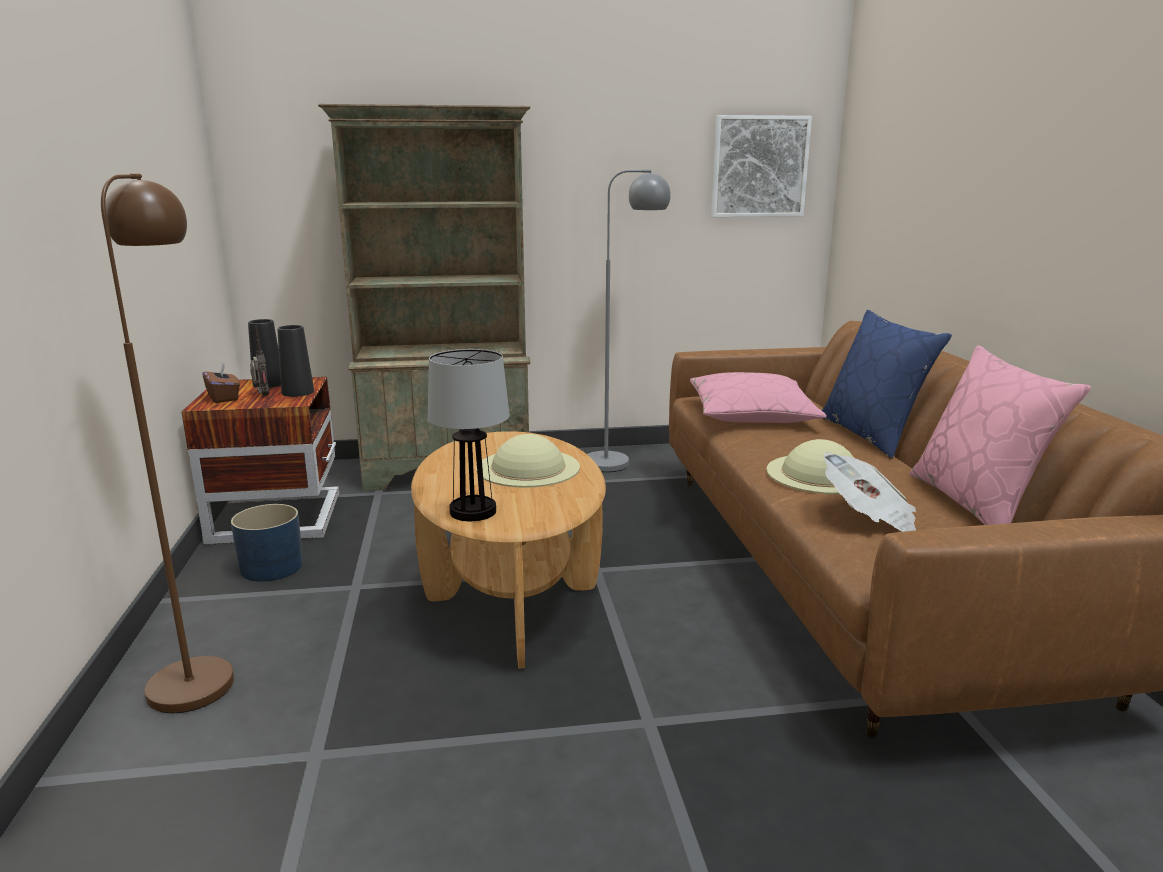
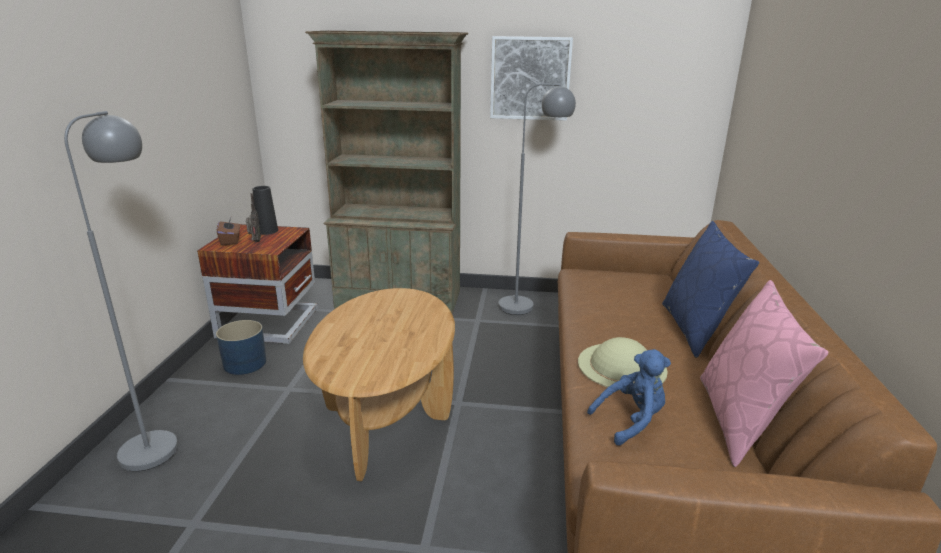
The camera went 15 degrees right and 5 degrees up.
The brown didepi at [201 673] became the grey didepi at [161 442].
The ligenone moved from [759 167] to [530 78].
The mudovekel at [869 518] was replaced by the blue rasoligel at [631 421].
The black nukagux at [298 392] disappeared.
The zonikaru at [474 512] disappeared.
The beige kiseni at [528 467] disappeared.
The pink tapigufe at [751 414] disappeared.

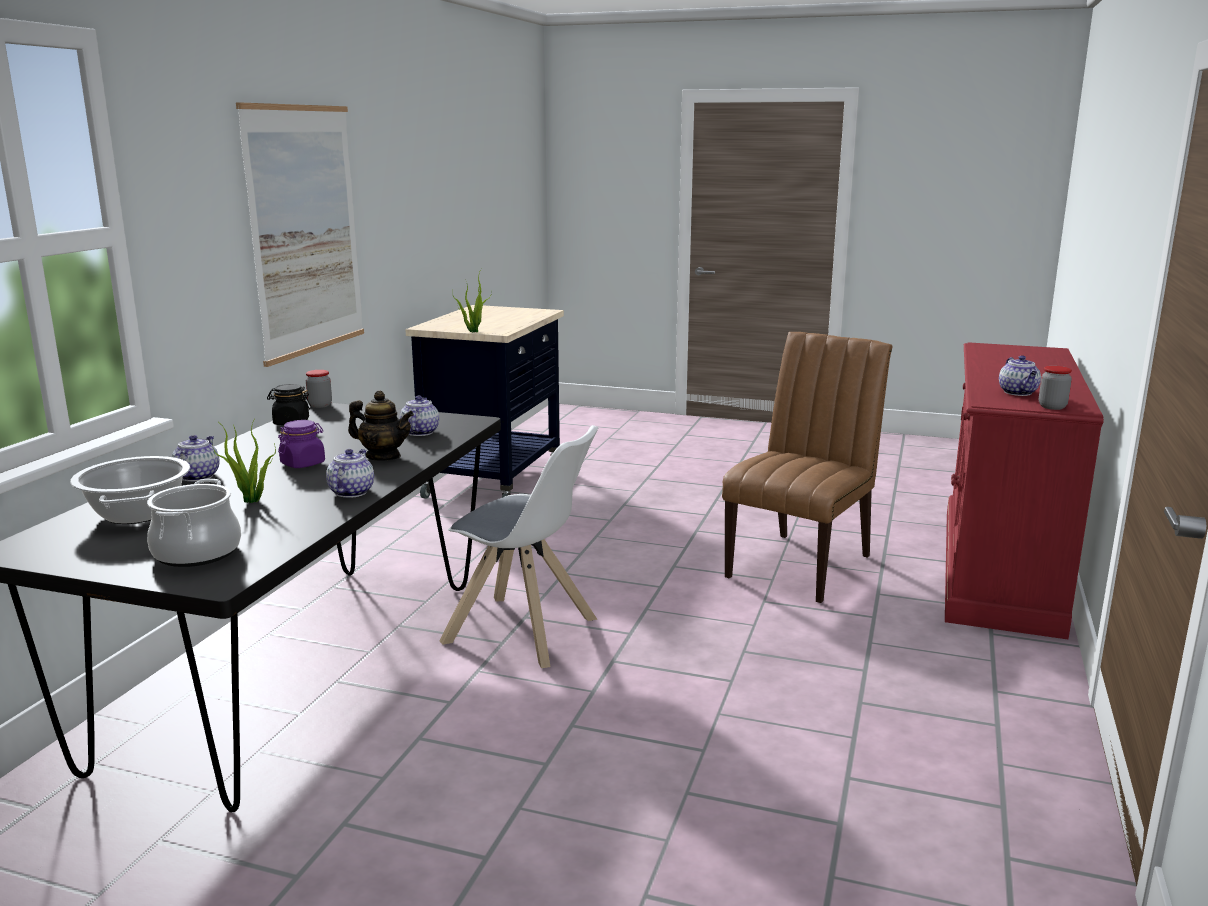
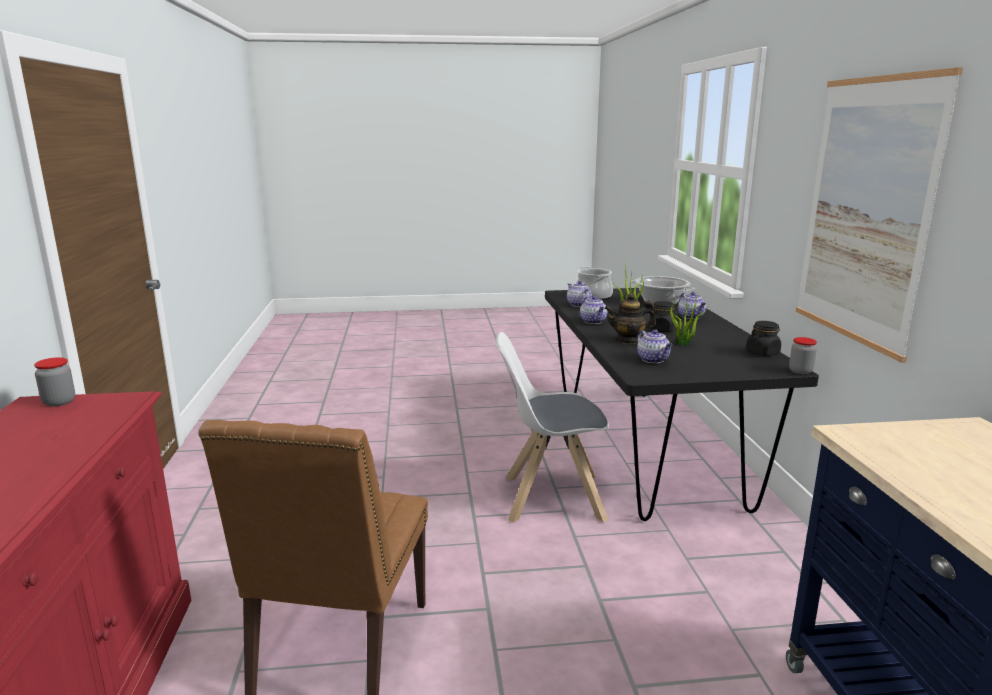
The camera went 155 degrees right and 0 degrees up.
The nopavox moved from [1018 393] to [578 304].
The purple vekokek at [303 463] became the black vekokek at [661 330].
The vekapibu moved from [473 331] to [683 344].

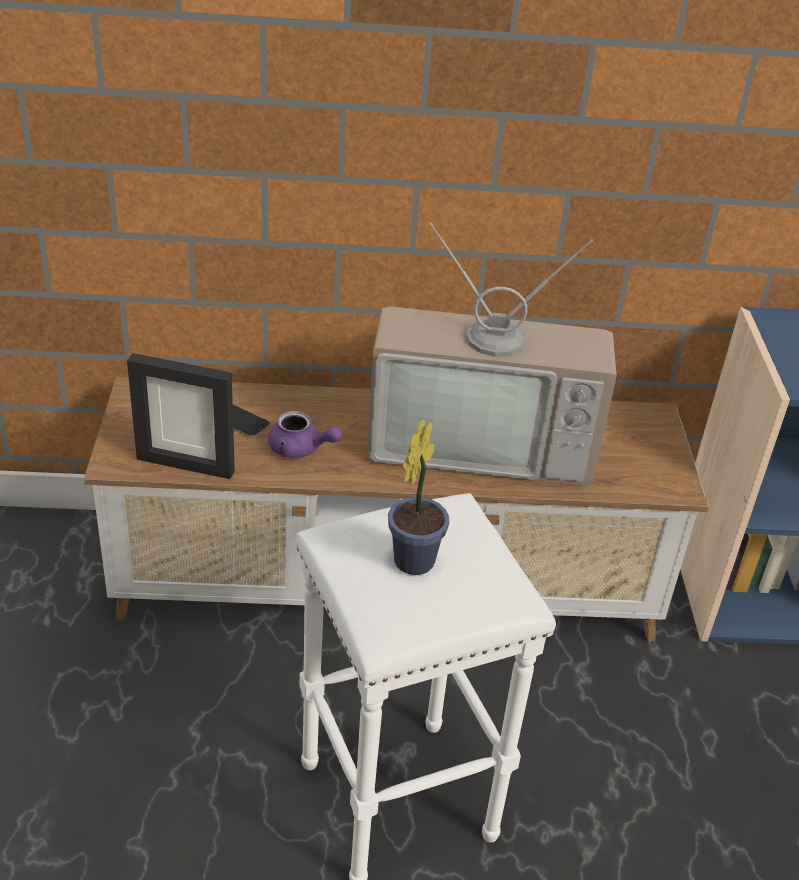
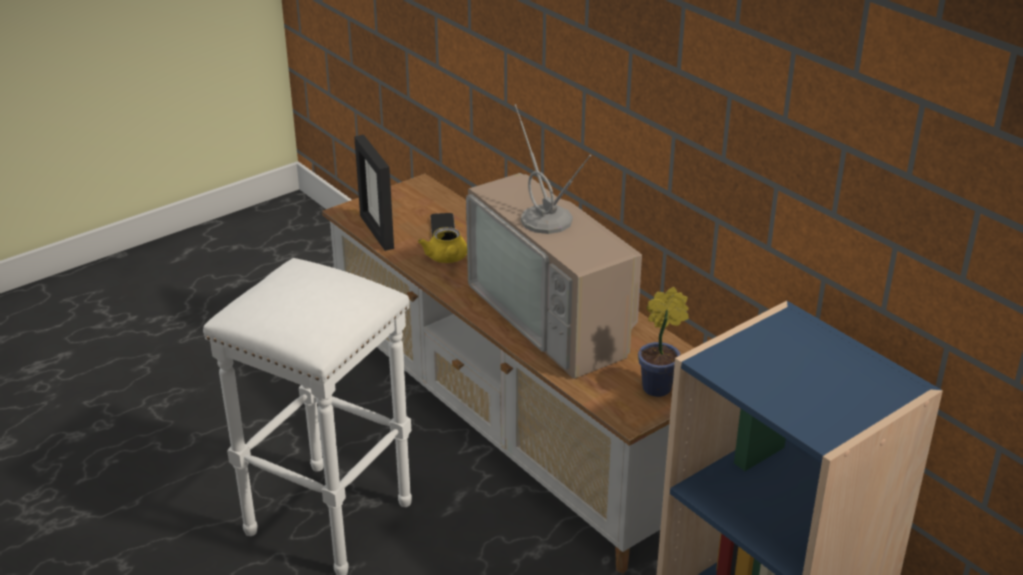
The camera went 55 degrees right and 5 degrees down.
The purple nopavox at [300 449] became the yellow nopavox at [447 259].
The vekapibu moved from [416 557] to [660 388].

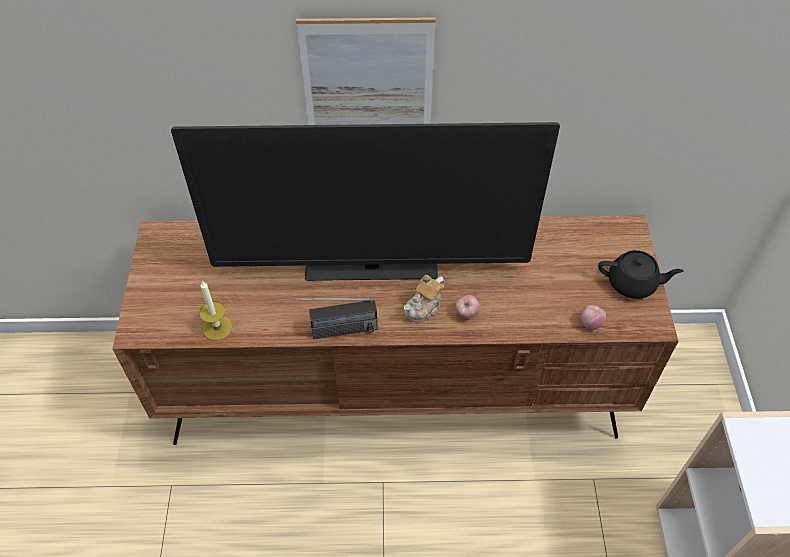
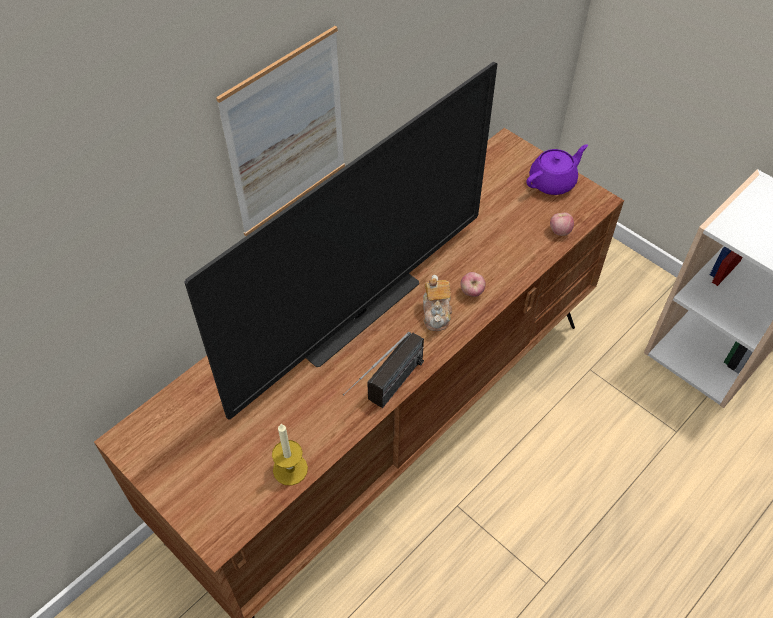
The camera went 45 degrees left and 0 degrees up.
The black nopavox at [632 283] became the purple nopavox at [553 182].

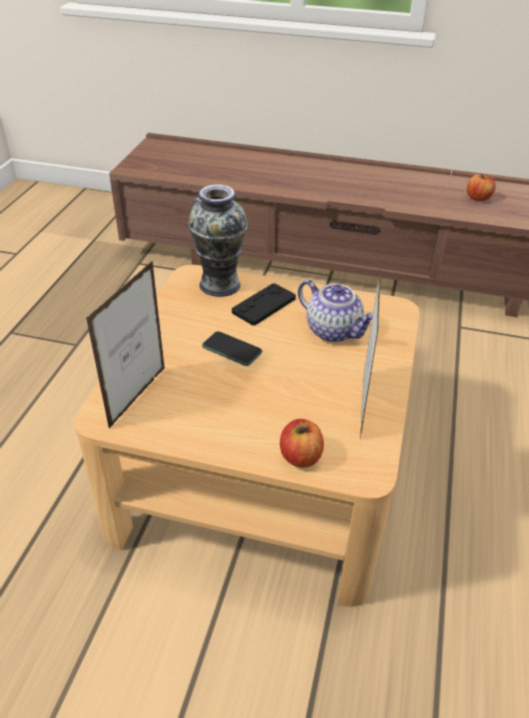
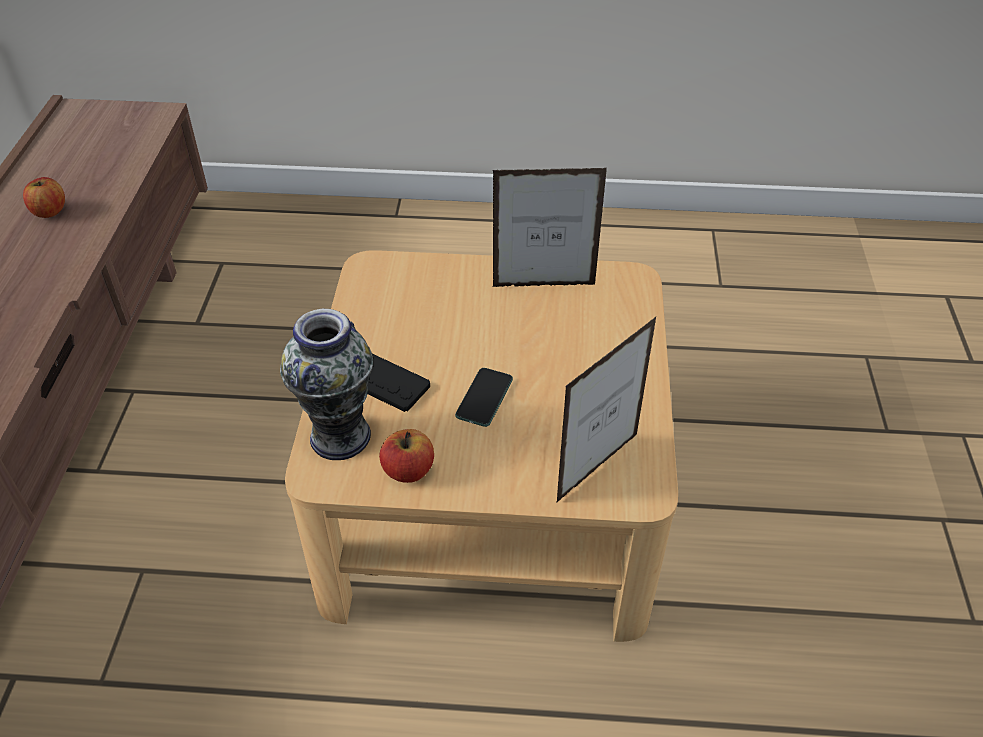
The camera went 100 degrees left and 5 degrees up.
The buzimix moved from [300 456] to [408 470].
The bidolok at [138 396] turned 60 degrees counterclockwise.
The nopavox at [334 330] disappeared.

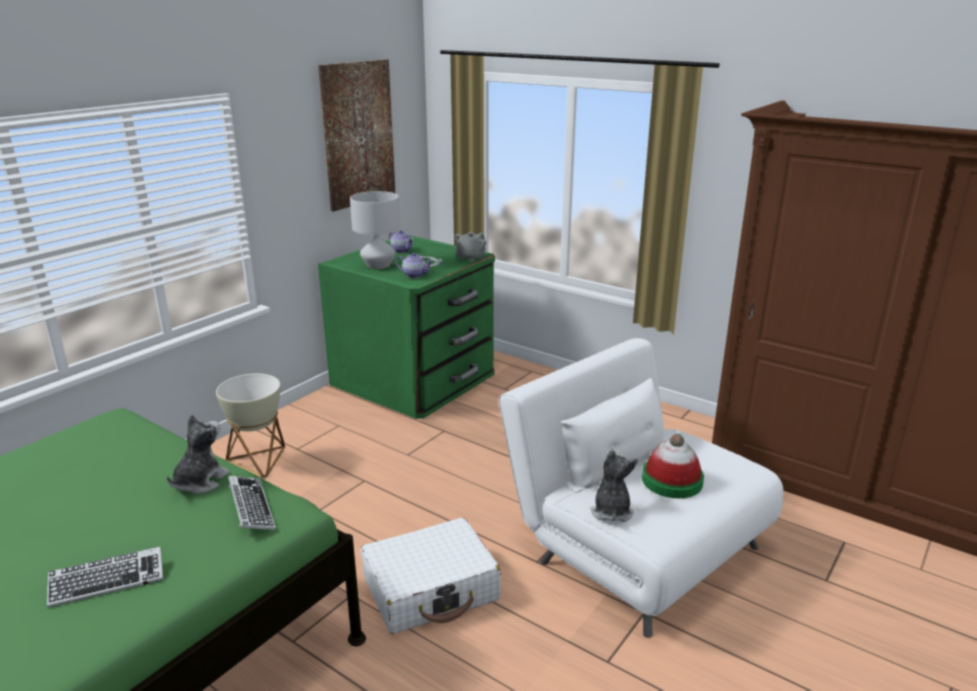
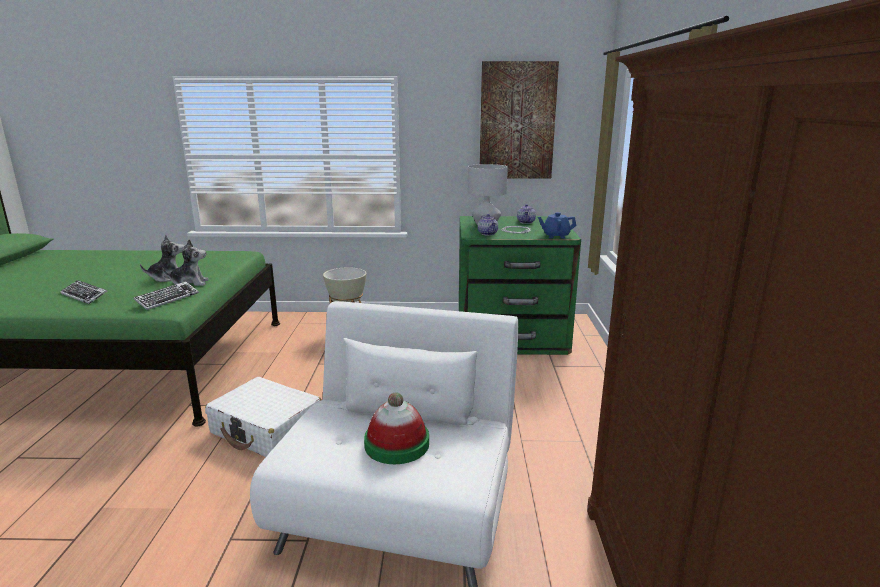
The camera went 55 degrees right and 5 degrees down.
The rasoligel moved from [611 511] to [168 278].
The grey nopavox at [470 257] became the blue nopavox at [556 236].

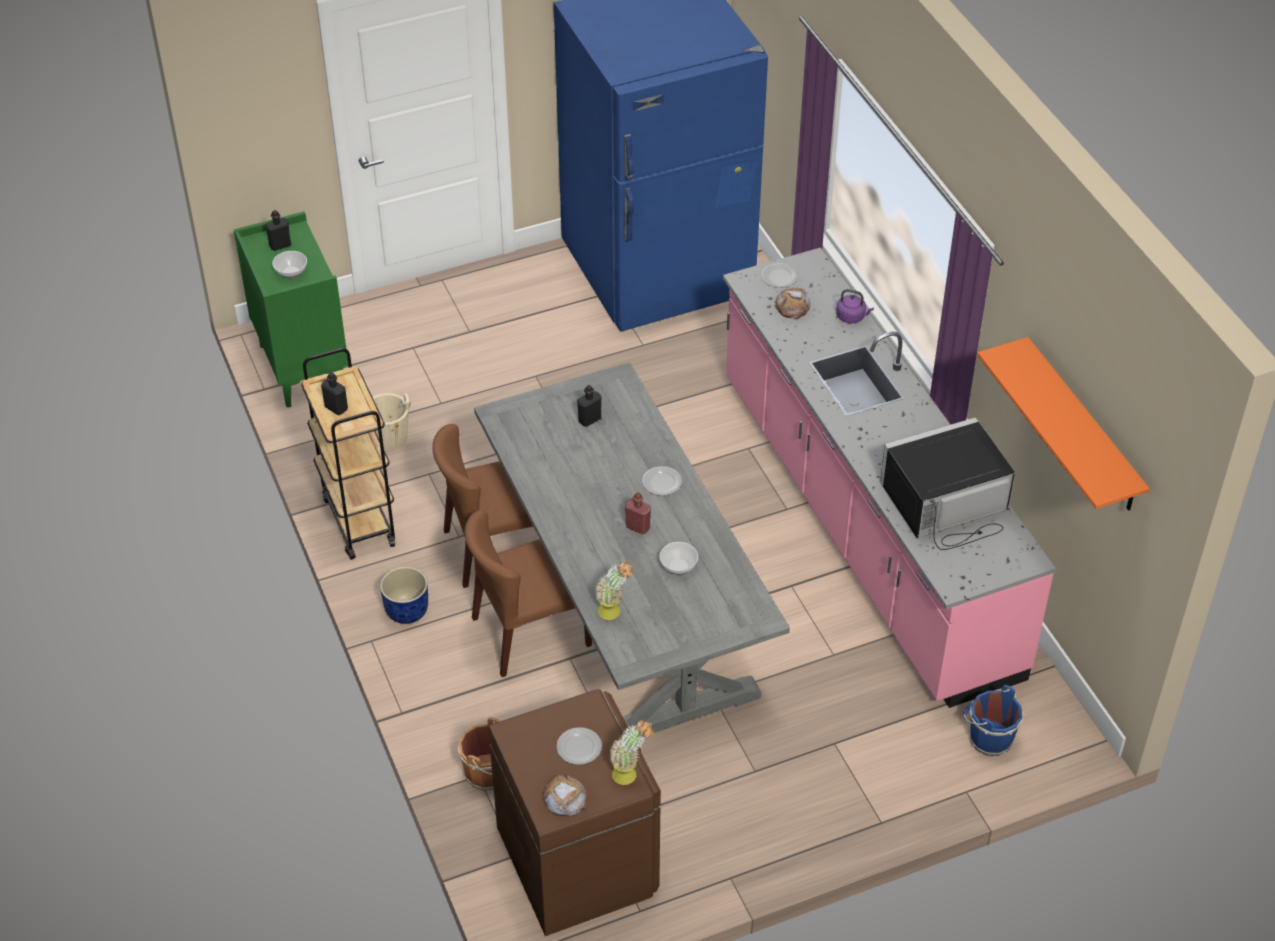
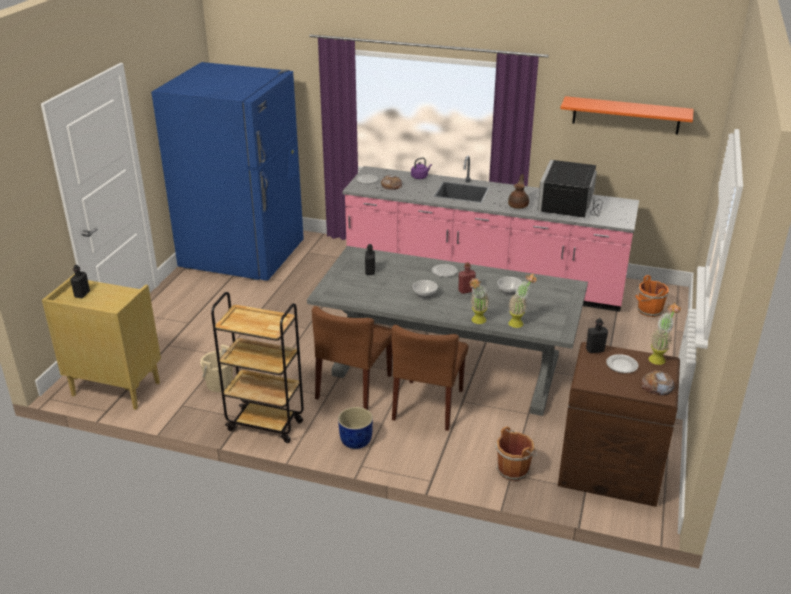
The camera went 50 degrees left and 15 degrees down.
The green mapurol at [302 367] became the beige mapurol at [115 388].
The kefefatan moved from [290 272] to [424 295].
The vekapibu at [477 322] appeared.
The brown nopavox at [518 205] appeared.
The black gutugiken moved from [336 408] to [595 350].
The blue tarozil at [988 738] became the orange tarozil at [648 311].

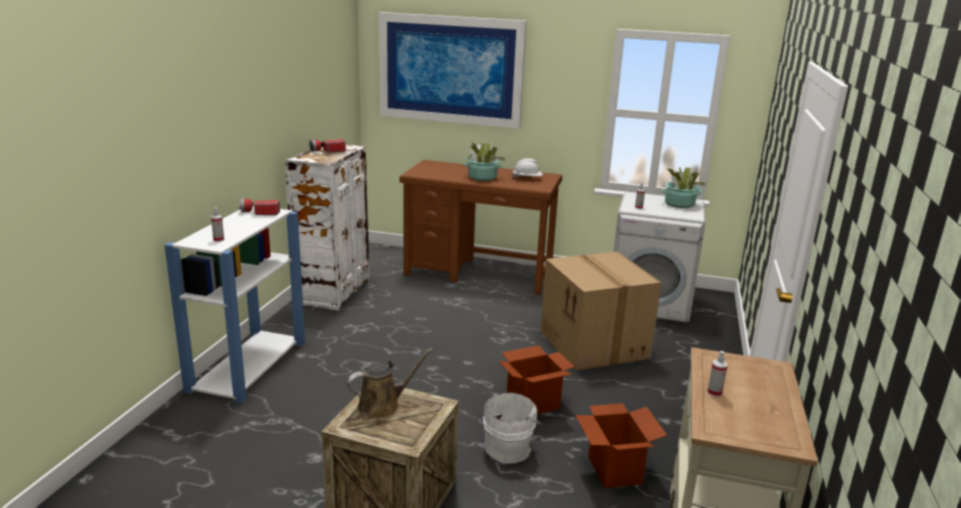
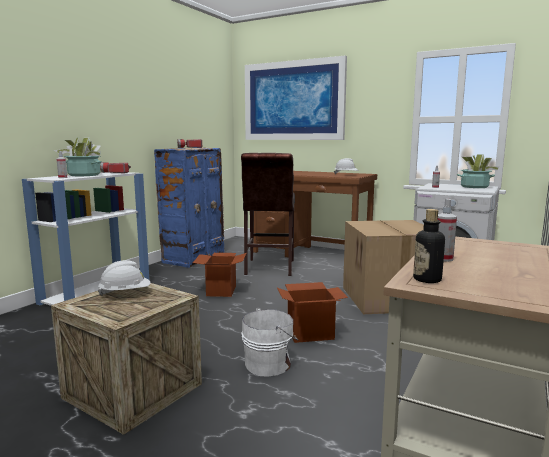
The camera went 15 degrees right and 10 degrees down.
The vekapibu moved from [482 177] to [84 175].
The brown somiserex at [383 405] was replaced by the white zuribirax at [125 293].
The white mapurol at [334 291] became the blue mapurol at [194 258].
The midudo moved from [614 470] to [221 291].
The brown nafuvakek at [269 268] appeared.
The gutugiken at [427 279] appeared.

